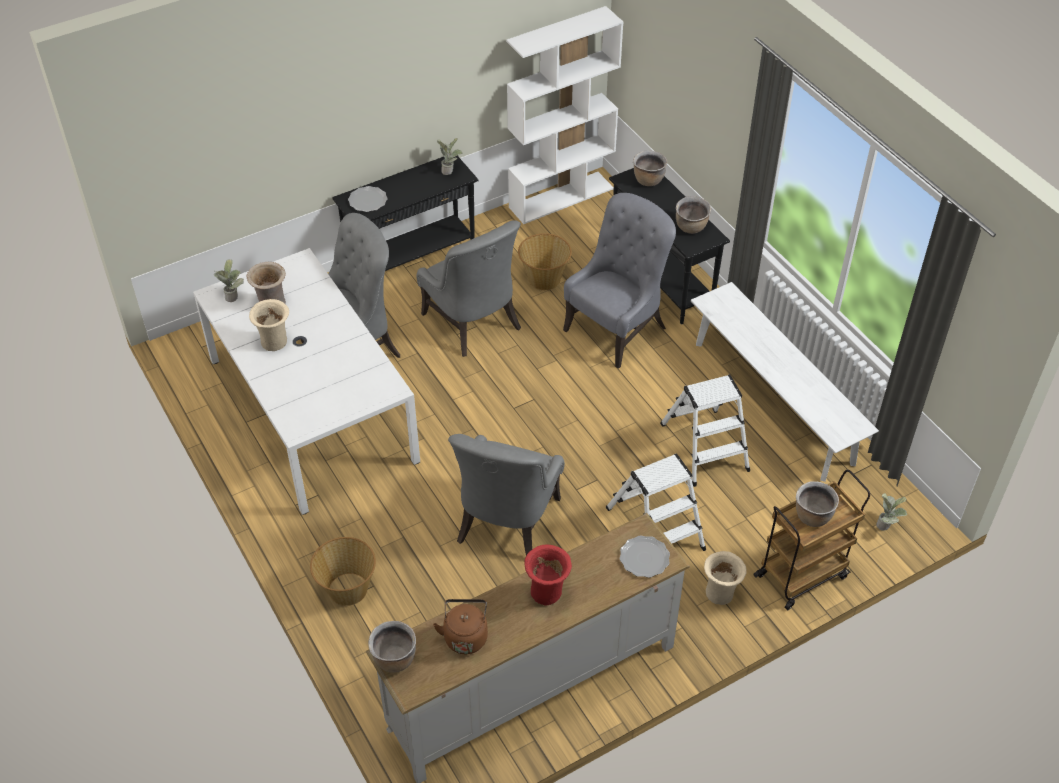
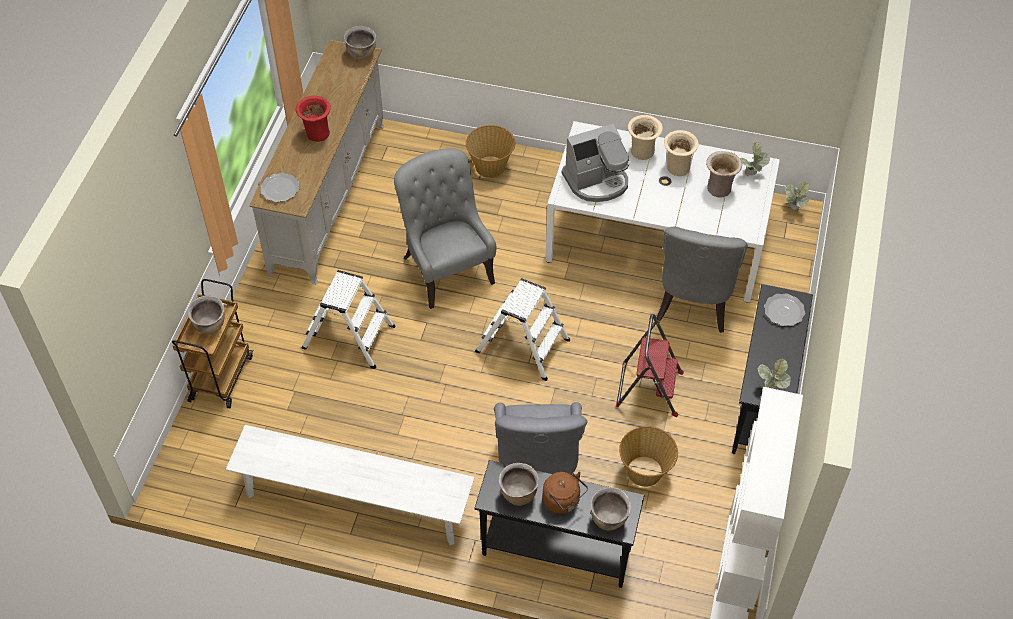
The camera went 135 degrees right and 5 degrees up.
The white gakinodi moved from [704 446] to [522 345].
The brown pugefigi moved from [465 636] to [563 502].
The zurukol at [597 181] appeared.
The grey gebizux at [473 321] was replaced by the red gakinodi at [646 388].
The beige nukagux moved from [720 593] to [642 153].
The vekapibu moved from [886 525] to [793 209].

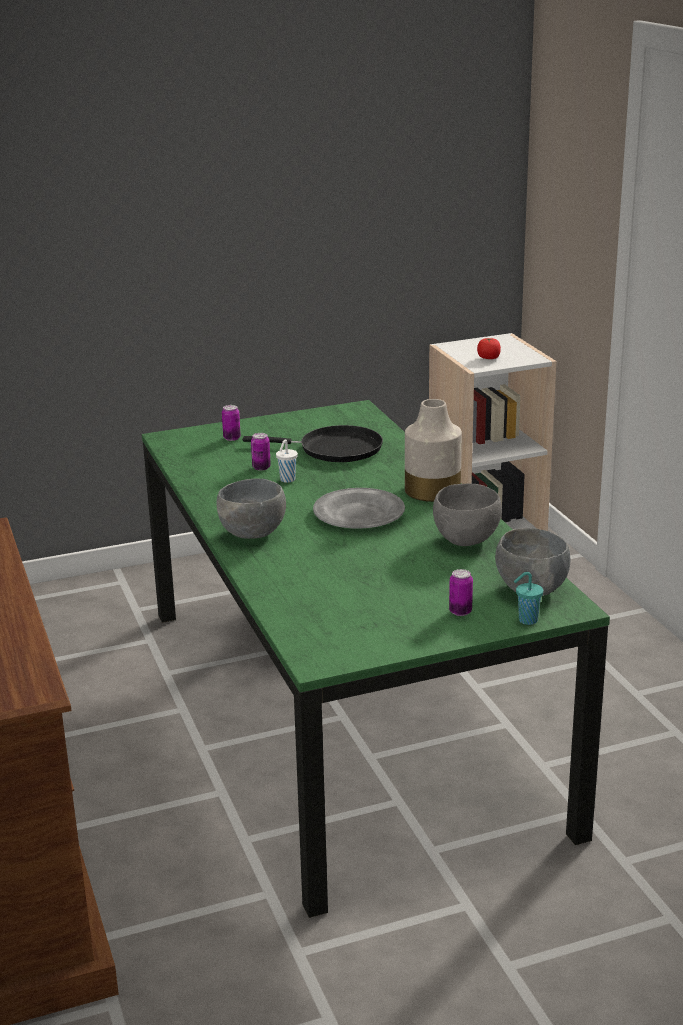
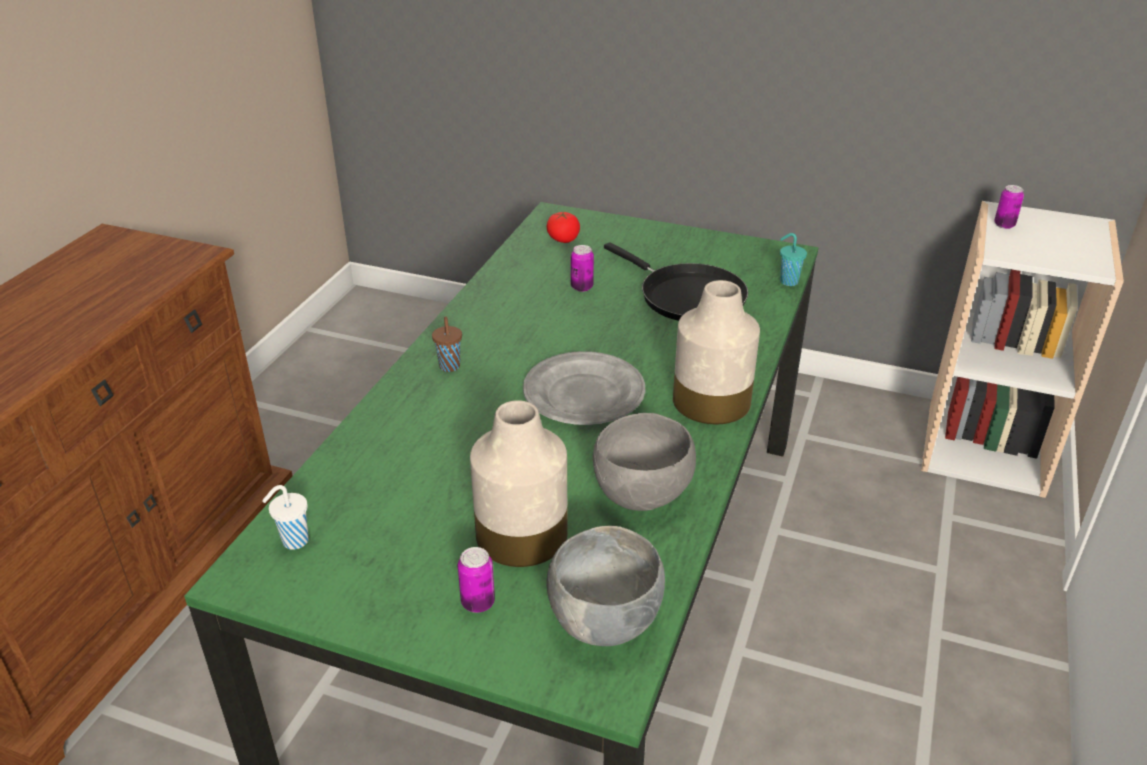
The camera went 40 degrees right and 10 degrees up.
The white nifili moved from [287 480] to [293 541].
The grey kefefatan at [254 534] was replaced by the brown nifili at [449 367].
The beige nukagux at [520 534] appeared.
The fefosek moved from [488 358] to [563 239].
The turquoise nifili moved from [526 620] to [788 281].
The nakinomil moved from [232 438] to [1004 225].

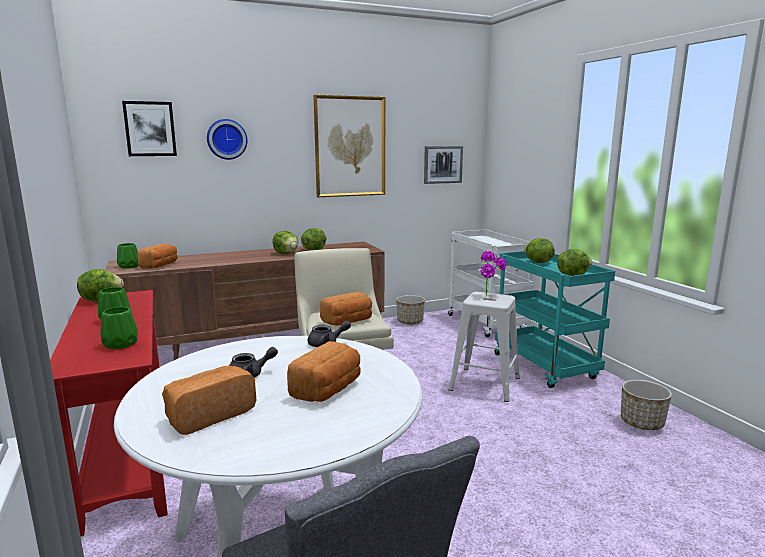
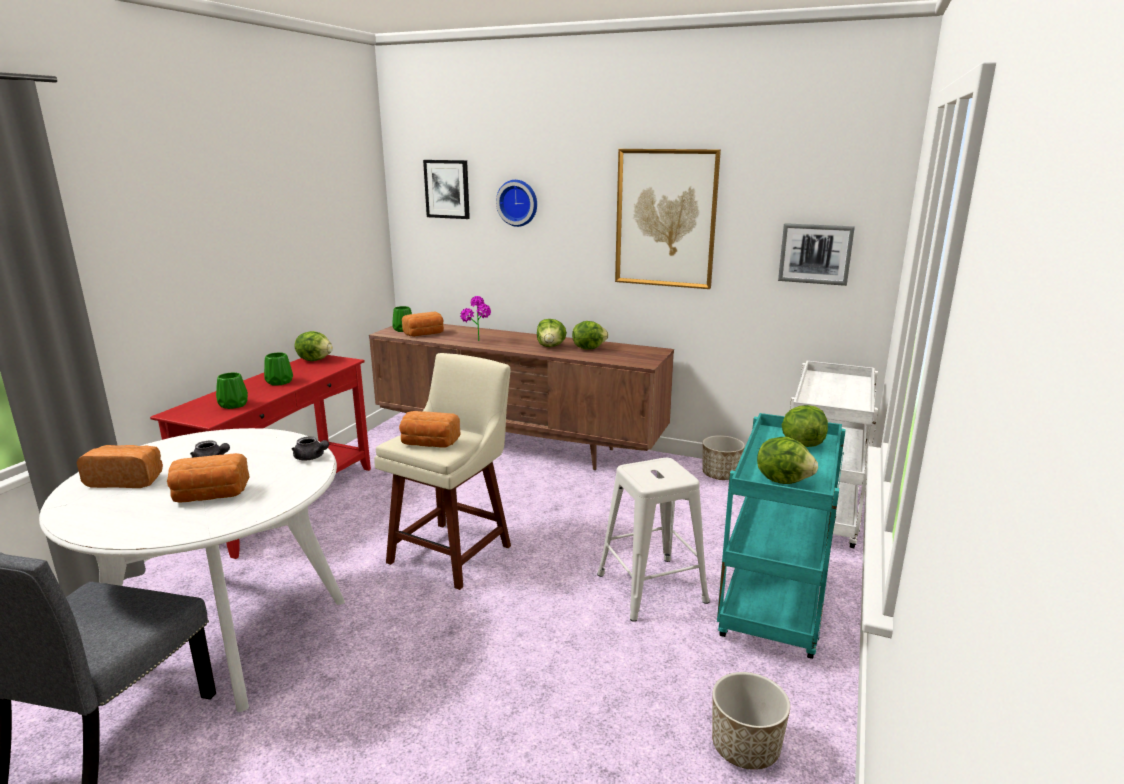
The camera went 45 degrees right and 5 degrees up.
The vekapibu moved from [490 296] to [478 342].

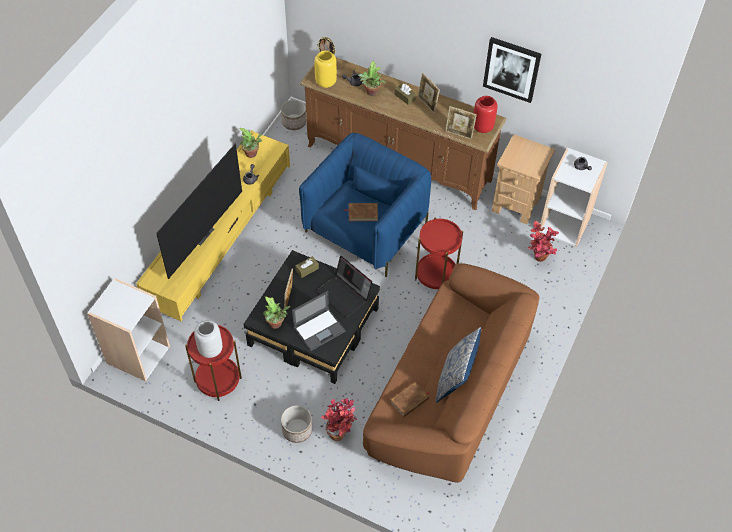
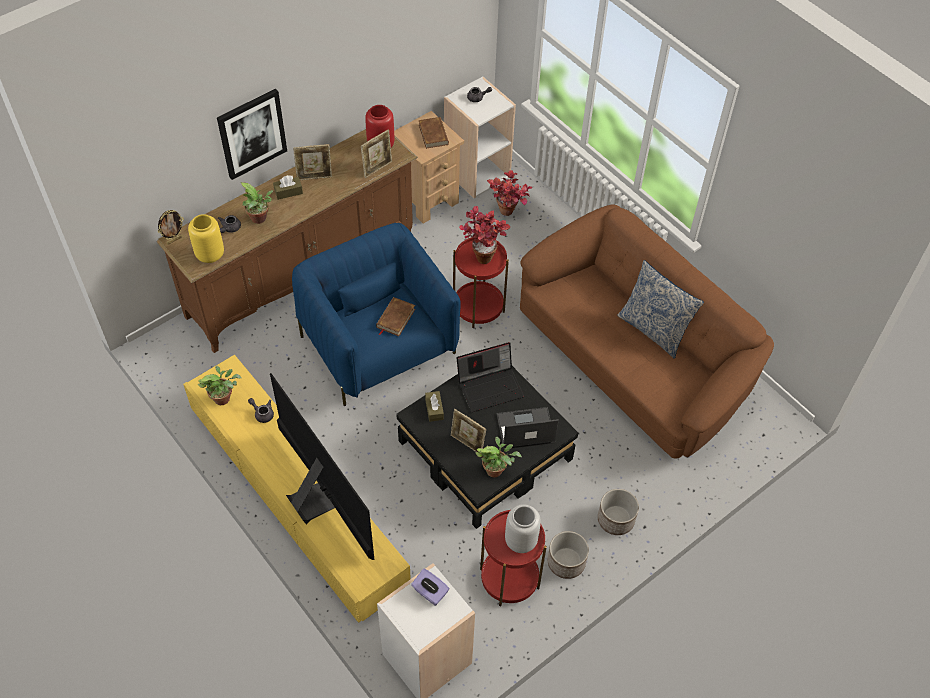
The camera went 65 degrees left and 0 degrees up.
The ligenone moved from [511 69] to [252 133].
The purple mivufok at [430 592] appeared.
The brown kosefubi moved from [409 401] to [433 134].
The vekapibu moved from [340 432] to [482 254].
The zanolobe at [319 329] turned 90 degrees counterclockwise.
The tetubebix moved from [294 122] to [565 562].

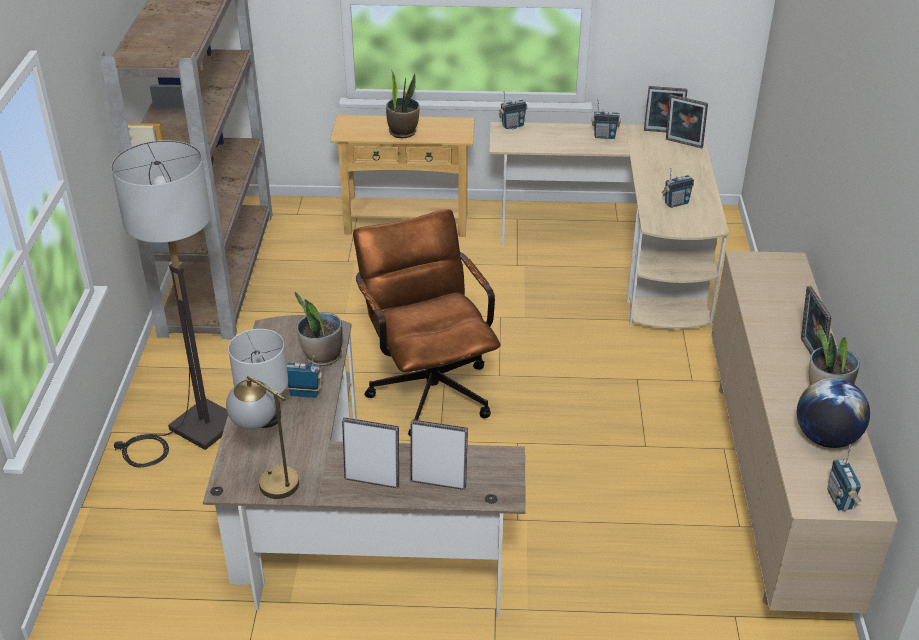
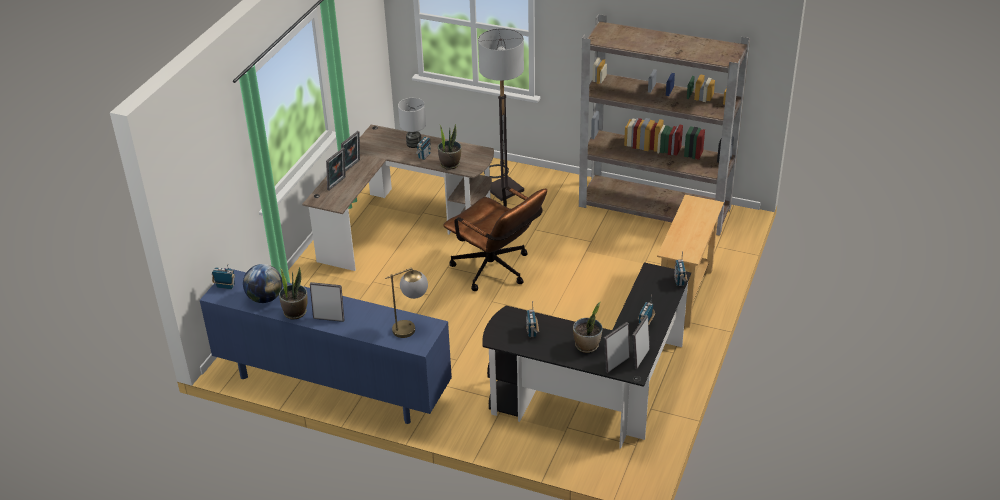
The camera went 110 degrees right and 0 degrees up.
The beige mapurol at [773 486] became the blue mapurol at [332 386].
The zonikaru moved from [268 477] to [411 327].
The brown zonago at [428 386] turned 45 degrees clockwise.
The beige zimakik at [622 257] became the black zimakik at [597 395].
The vekapibu moved from [403 132] to [587 346].

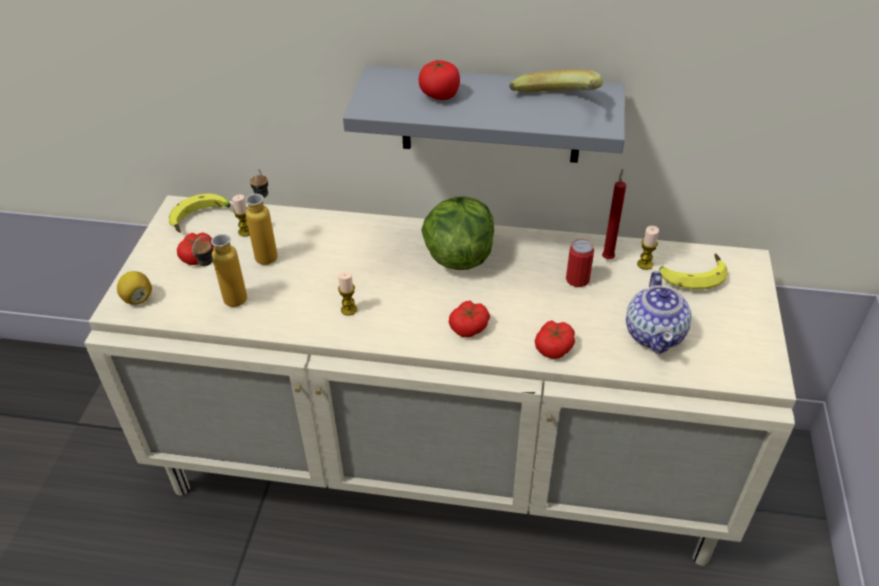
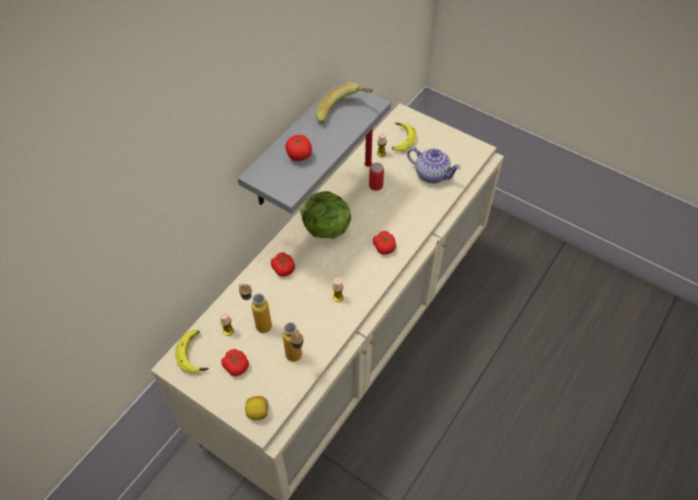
The camera went 65 degrees left and 10 degrees up.
The fefosek moved from [554 347] to [283 268].

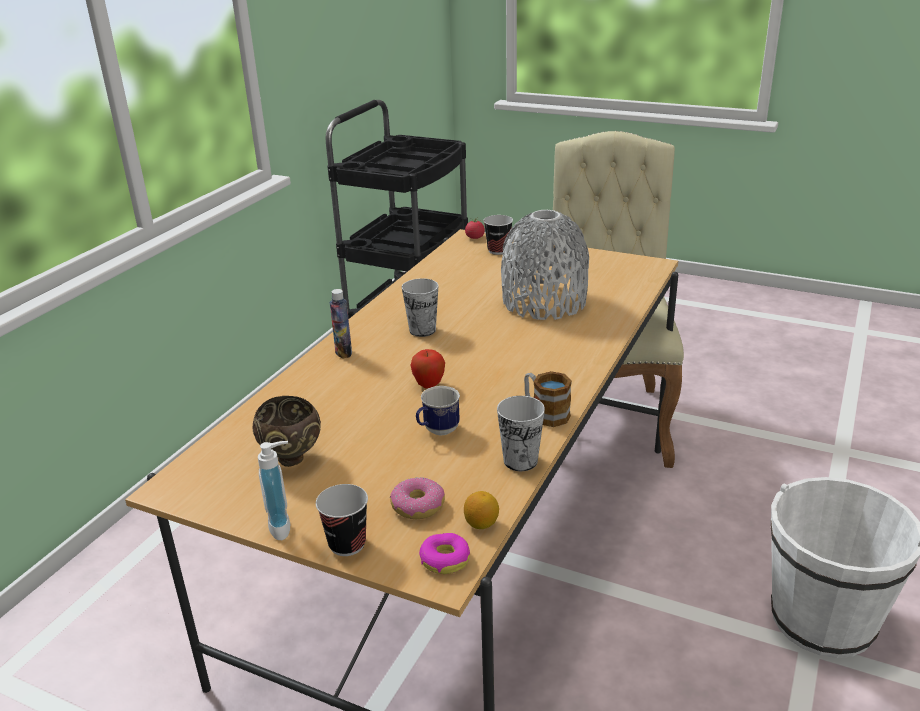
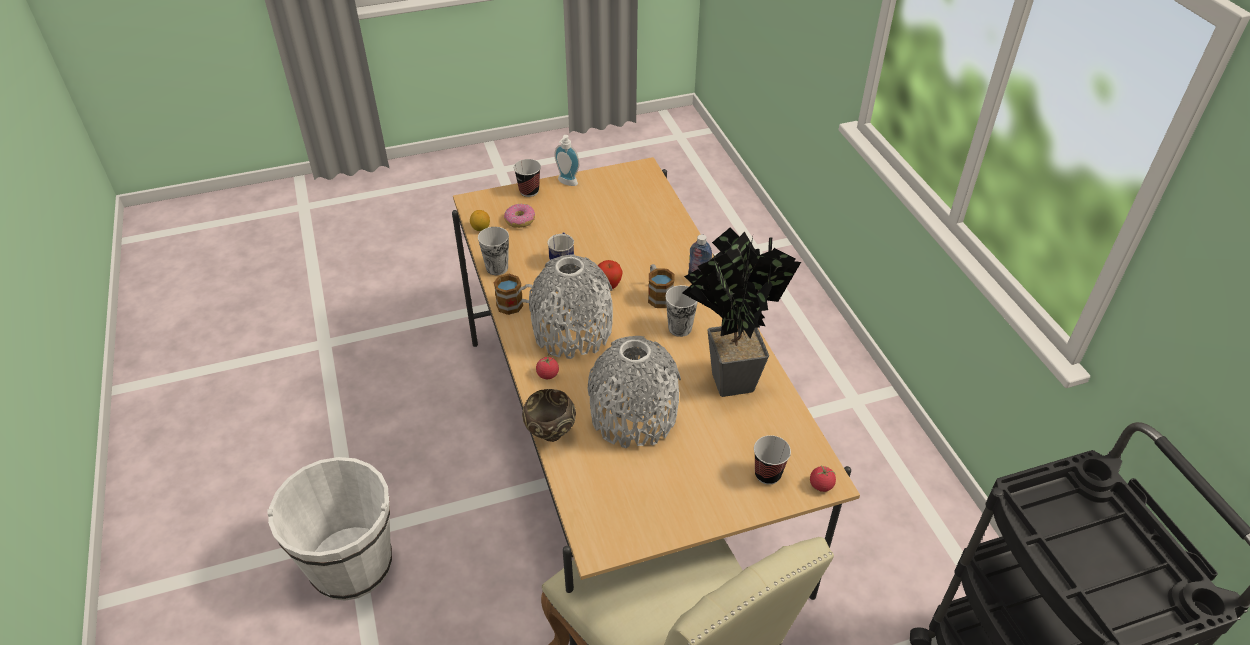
The camera went 135 degrees right and 15 degrees up.
The brown kefefatan moved from [293 459] to [549 434].
The grey nukagux at [572 331] appeared.
The fefosek at [547 374] appeared.
The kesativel at [658 295] appeared.
The vekapibu at [724 380] appeared.
The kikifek at [445 559] disappeared.

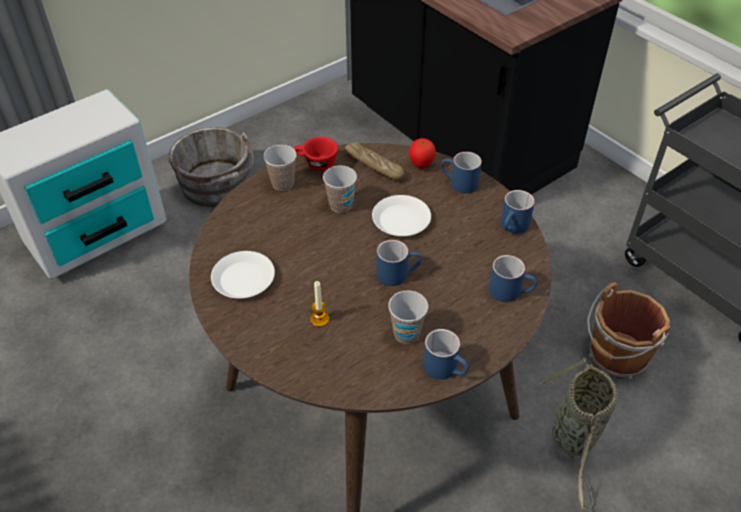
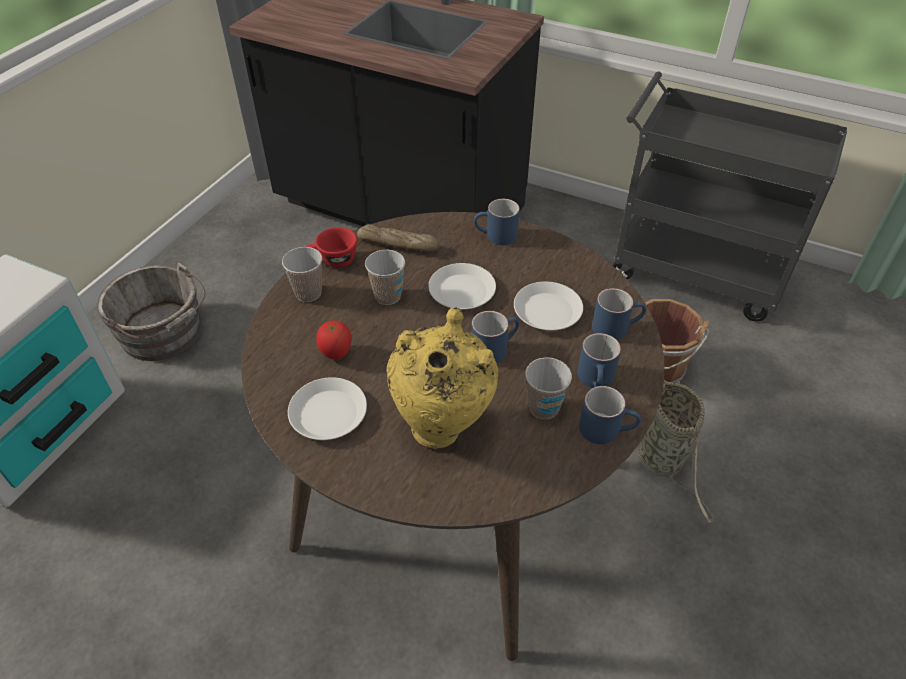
The camera went 25 degrees left and 0 degrees up.
The fefosek moved from [421 165] to [336 354].
The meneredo at [319 319] was replaced by the yellow nukagux at [442 427].
The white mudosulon at [547 311] appeared.
The blue kesativel moved from [513 227] to [597 380].

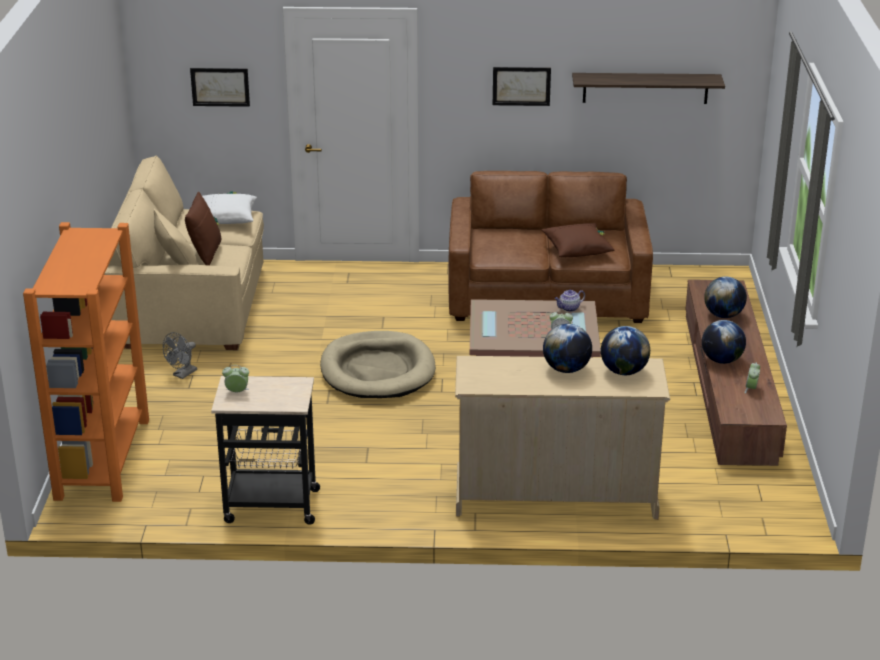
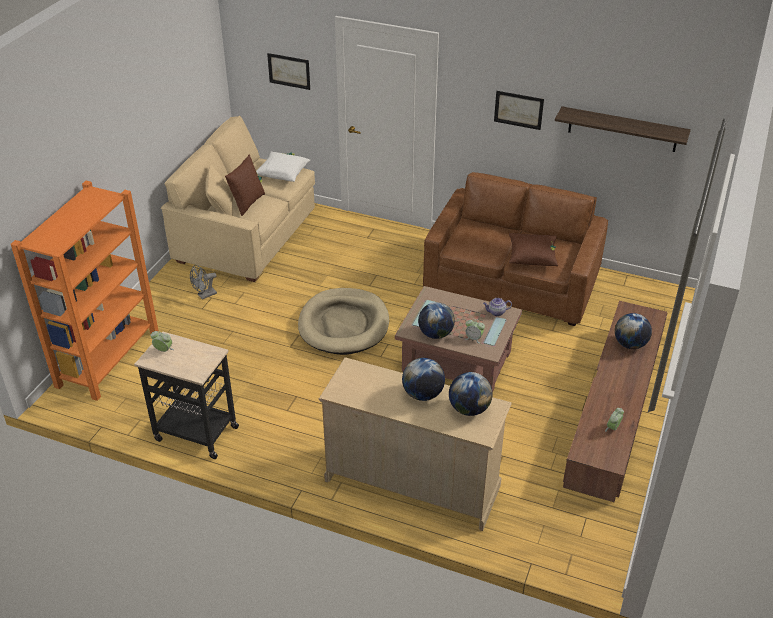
The camera went 20 degrees right and 10 degrees up.
The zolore moved from [721 360] to [435 334].

